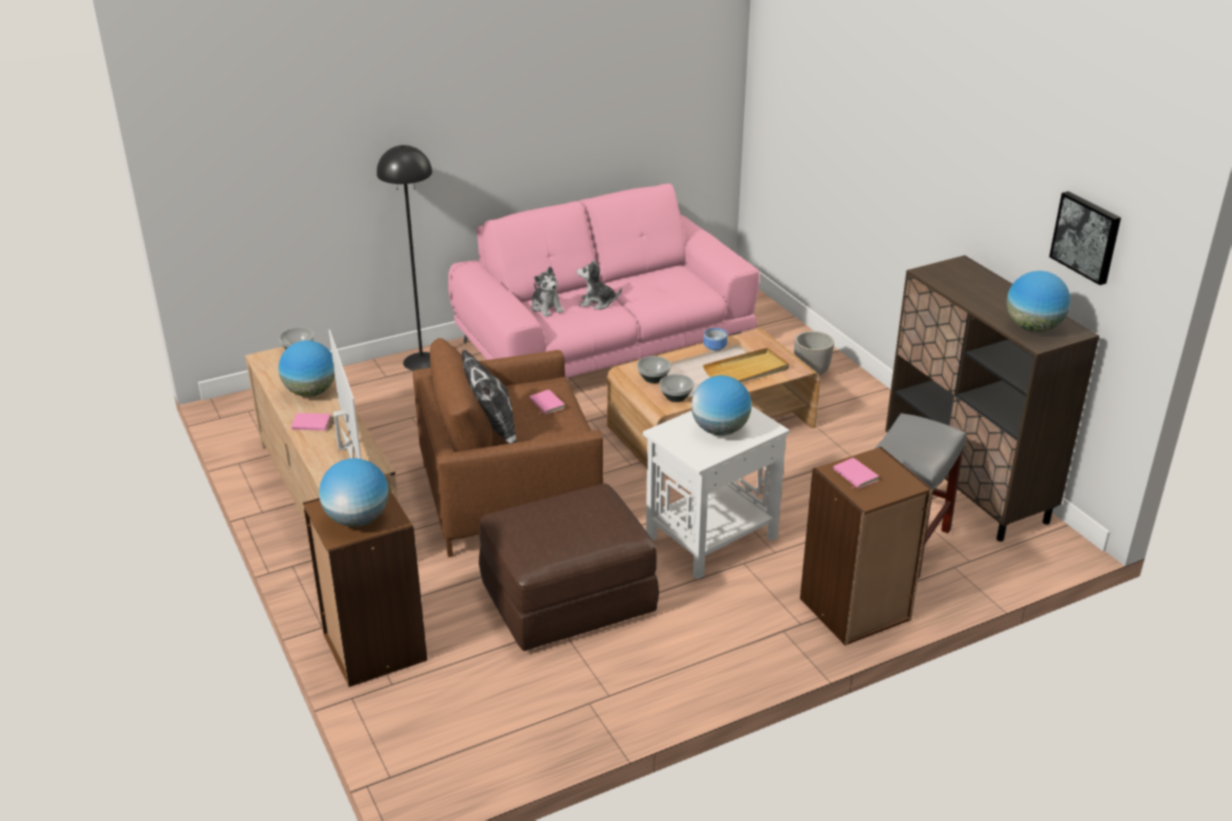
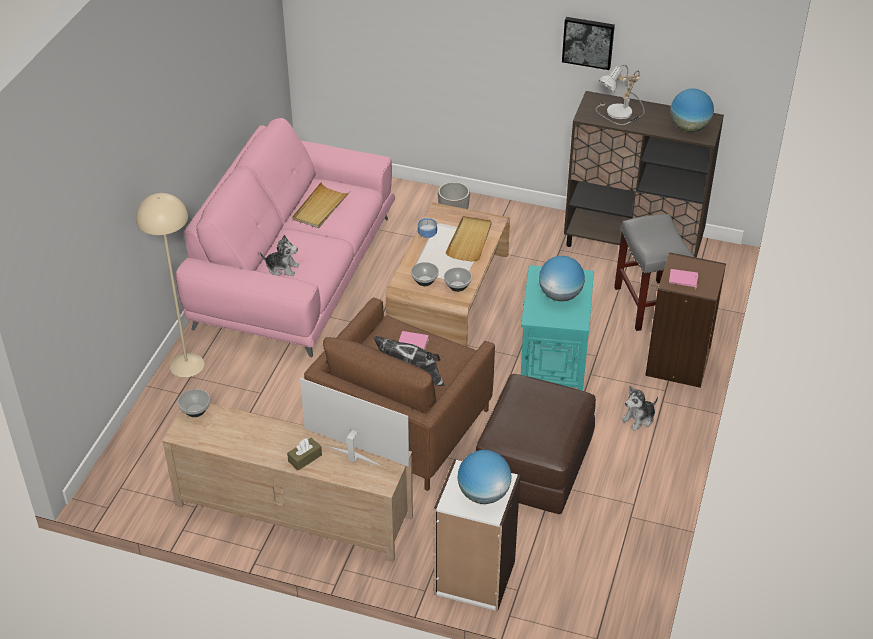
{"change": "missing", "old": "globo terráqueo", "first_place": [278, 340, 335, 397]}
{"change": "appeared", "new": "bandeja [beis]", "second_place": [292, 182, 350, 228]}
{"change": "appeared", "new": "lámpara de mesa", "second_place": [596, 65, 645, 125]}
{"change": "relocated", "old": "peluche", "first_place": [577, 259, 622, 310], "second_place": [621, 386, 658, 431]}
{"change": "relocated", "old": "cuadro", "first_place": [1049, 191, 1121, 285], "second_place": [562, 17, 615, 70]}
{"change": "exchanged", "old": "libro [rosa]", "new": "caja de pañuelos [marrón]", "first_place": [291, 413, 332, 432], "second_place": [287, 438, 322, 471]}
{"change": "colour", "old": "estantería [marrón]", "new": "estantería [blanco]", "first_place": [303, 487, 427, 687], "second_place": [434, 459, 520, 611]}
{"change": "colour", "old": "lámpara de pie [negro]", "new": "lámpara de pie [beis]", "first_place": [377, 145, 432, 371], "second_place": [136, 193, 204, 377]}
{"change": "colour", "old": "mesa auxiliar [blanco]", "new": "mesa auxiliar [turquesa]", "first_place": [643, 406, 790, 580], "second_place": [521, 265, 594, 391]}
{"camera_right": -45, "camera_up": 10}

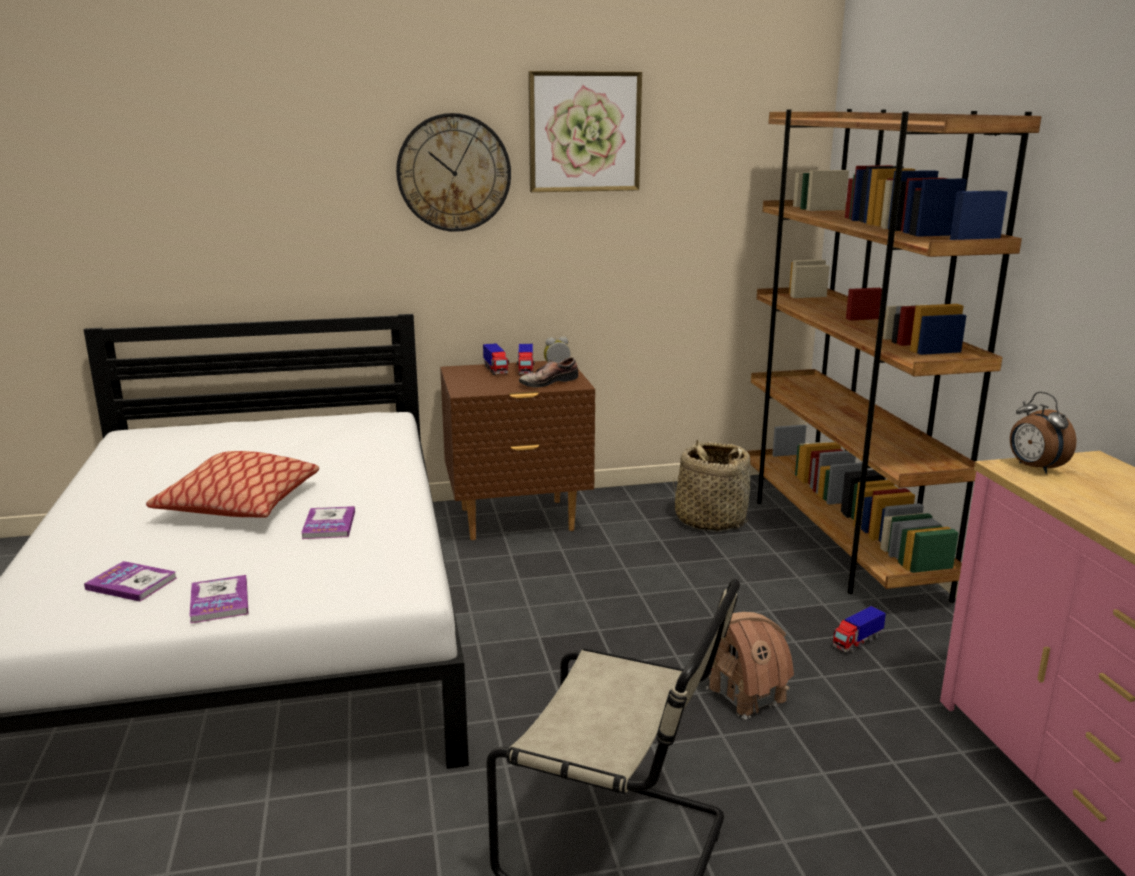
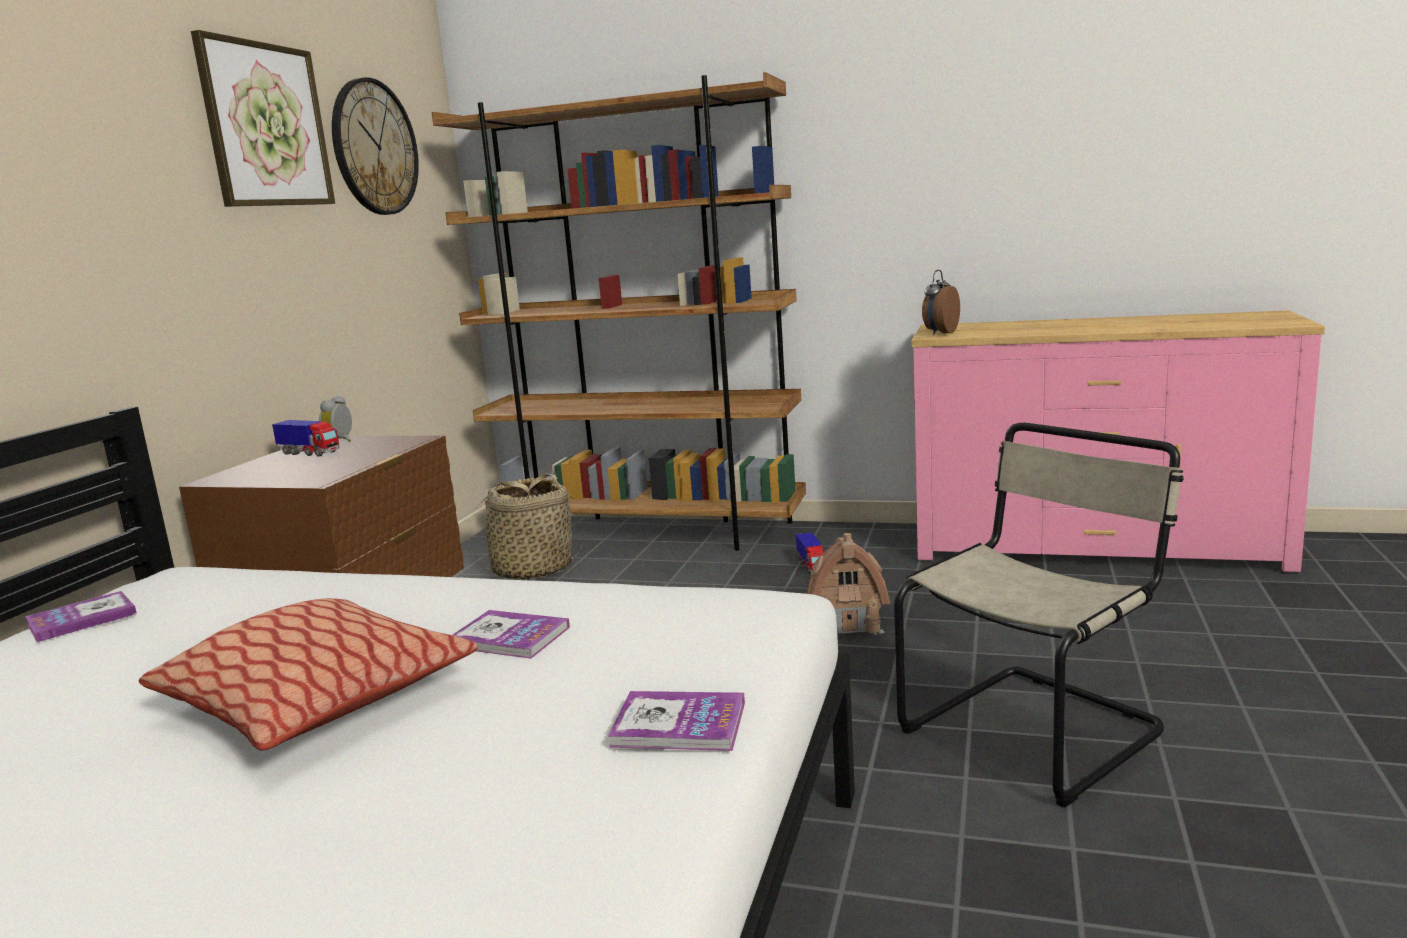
{"change": "missing", "old": "camión de juguete", "first_place": [483, 343, 509, 375]}
{"change": "missing", "old": "zapato", "first_place": [519, 357, 578, 388]}
{"change": "relocated", "old": "libro", "first_place": [84, 561, 177, 602], "second_place": [25, 591, 137, 642]}
{"change": "relocated", "old": "reloj de pared", "first_place": [396, 113, 511, 232], "second_place": [332, 77, 419, 215]}
{"change": "spun", "old": "despertador", "first_place": [1010, 391, 1077, 474], "second_place": [922, 270, 960, 335], "degrees": 120}
{"camera_right": -60, "camera_up": -5}

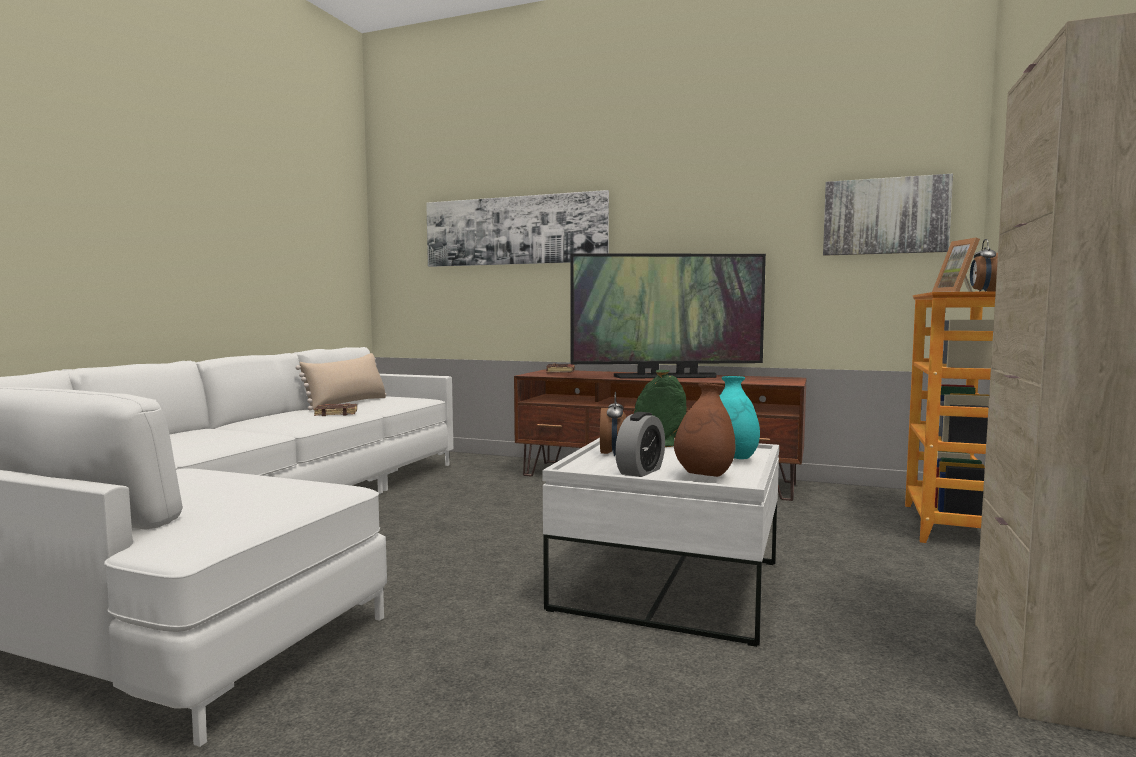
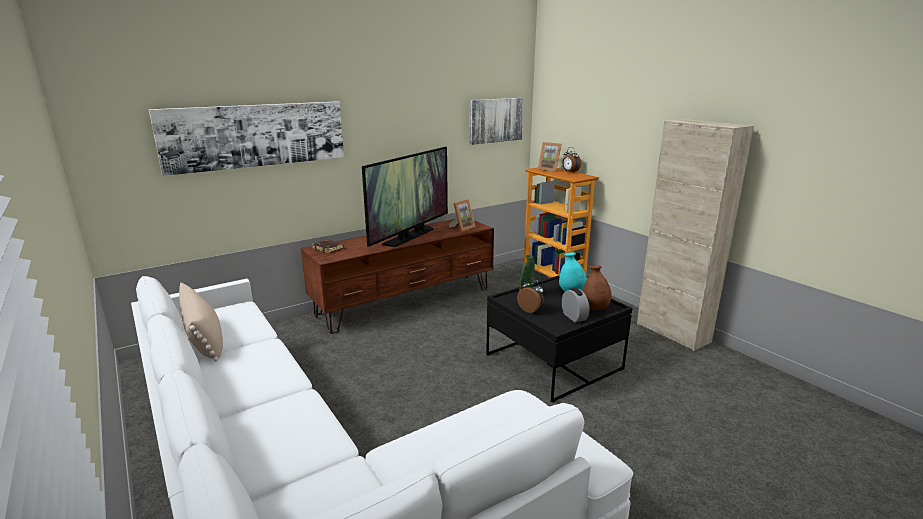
{"change": "missing", "old": "libro [marrón]", "first_place": [314, 403, 357, 416]}
{"change": "appeared", "new": "portarretratos", "second_place": [449, 199, 475, 232]}
{"change": "colour", "old": "mesa de centro [blanco]", "new": "mesa de centro [negro]", "first_place": [542, 438, 779, 647], "second_place": [486, 275, 632, 403]}
{"camera_right": -55, "camera_up": 15}

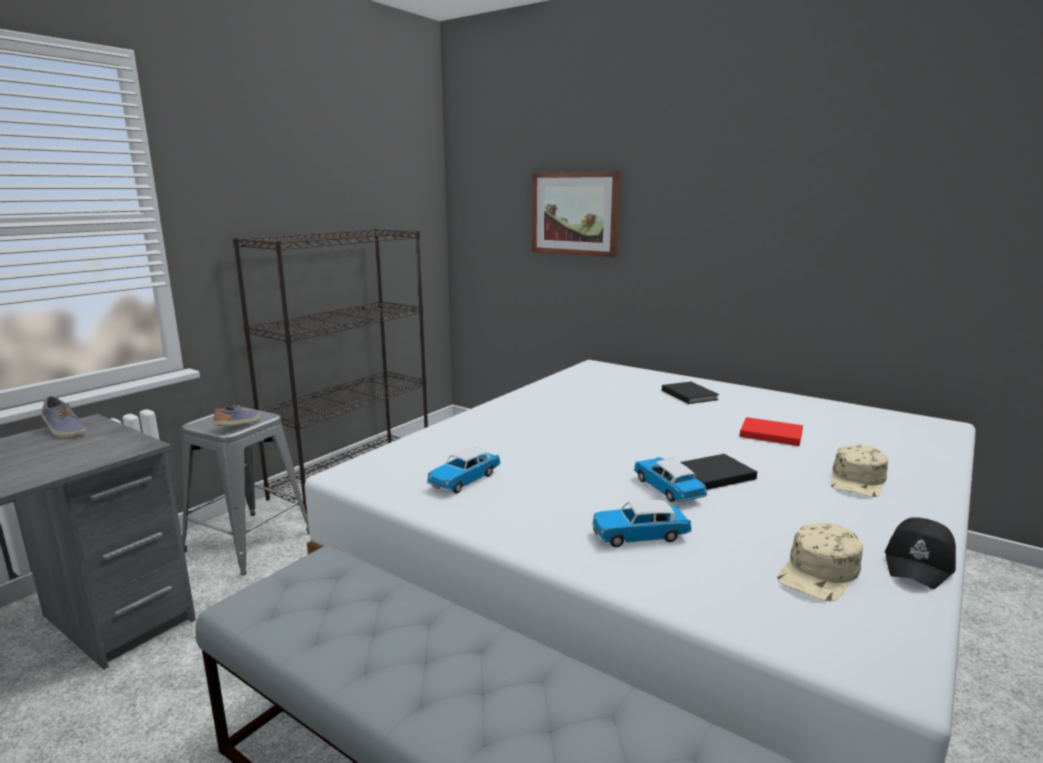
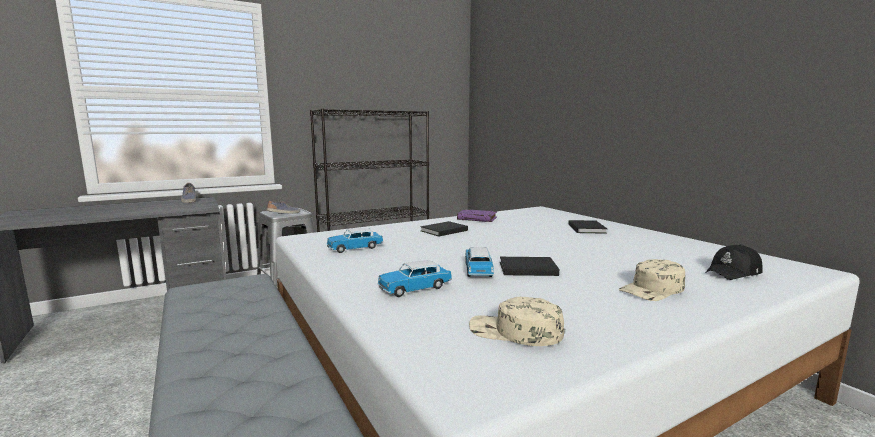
{"change": "missing", "old": "cuadro", "first_place": [532, 171, 621, 257]}
{"change": "missing", "old": "libro [rojo]", "first_place": [739, 417, 803, 446]}
{"change": "appeared", "new": "libro [negro]", "second_place": [420, 221, 468, 237]}
{"change": "appeared", "new": "libro [morado]", "second_place": [457, 209, 497, 222]}
{"change": "relocated", "old": "gorra [negro]", "first_place": [885, 517, 956, 589], "second_place": [706, 244, 763, 280]}
{"change": "spun", "old": "coche de juguete", "first_place": [592, 500, 692, 547], "second_place": [377, 261, 452, 297], "degrees": -45}
{"change": "spun", "old": "gorra [beis]", "first_place": [777, 523, 863, 601], "second_place": [469, 297, 564, 346], "degrees": 45}
{"camera_right": 25, "camera_up": -5}

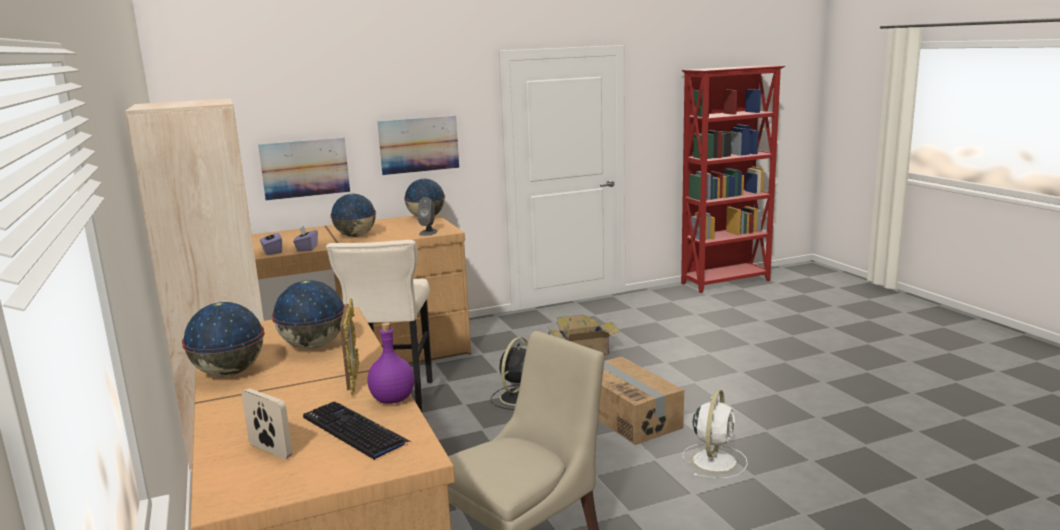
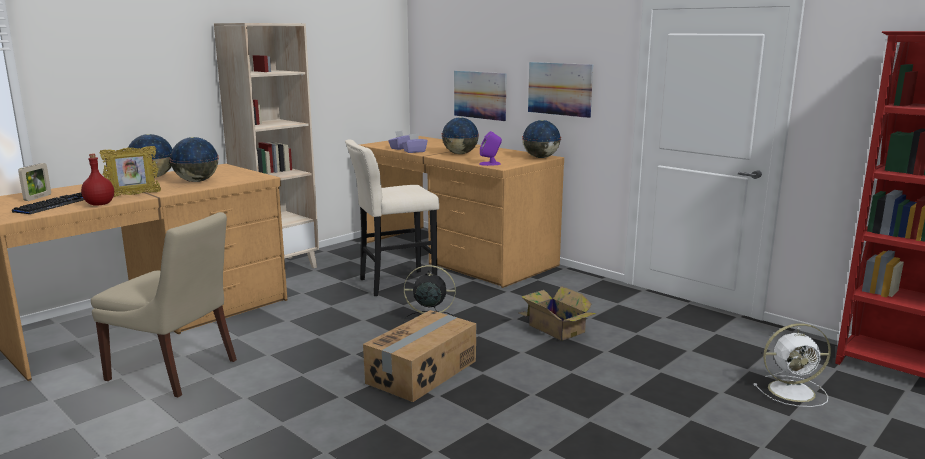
{"change": "relocated", "old": "ventilador [blanco]", "first_place": [683, 390, 748, 478], "second_place": [753, 323, 831, 407]}
{"change": "colour", "old": "botella [morado]", "new": "botella [rojo]", "first_place": [368, 323, 415, 404], "second_place": [81, 154, 114, 205]}
{"change": "colour", "old": "altavoz [gris]", "new": "altavoz [morado]", "first_place": [418, 198, 438, 236], "second_place": [479, 131, 502, 166]}
{"camera_right": 65, "camera_up": 0}

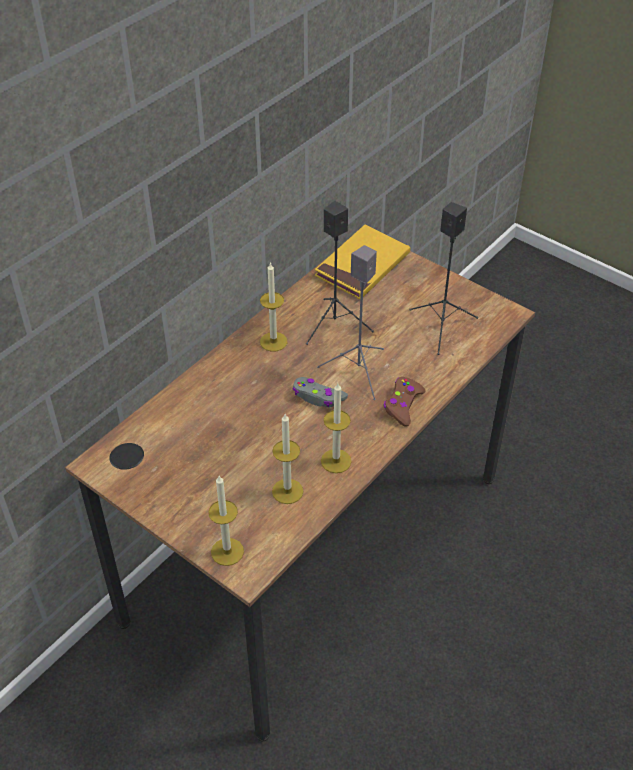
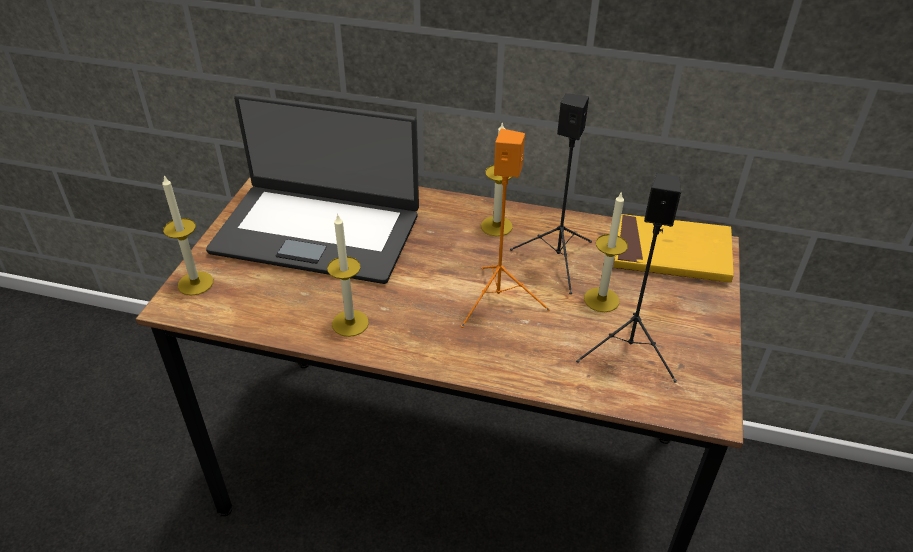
{"change": "missing", "old": "mando de consola [gris]", "first_place": [293, 377, 348, 407]}
{"change": "missing", "old": "mando de consola [marrón]", "first_place": [384, 377, 426, 427]}
{"change": "appeared", "new": "portátil", "second_place": [206, 93, 419, 284]}
{"change": "relocated", "old": "vela", "first_place": [272, 414, 303, 504], "second_place": [584, 191, 628, 312]}
{"change": "colour", "old": "altavoz [gris]", "new": "altavoz [naranja]", "first_place": [317, 245, 384, 400], "second_place": [461, 128, 550, 328]}
{"camera_right": 65, "camera_up": -5}

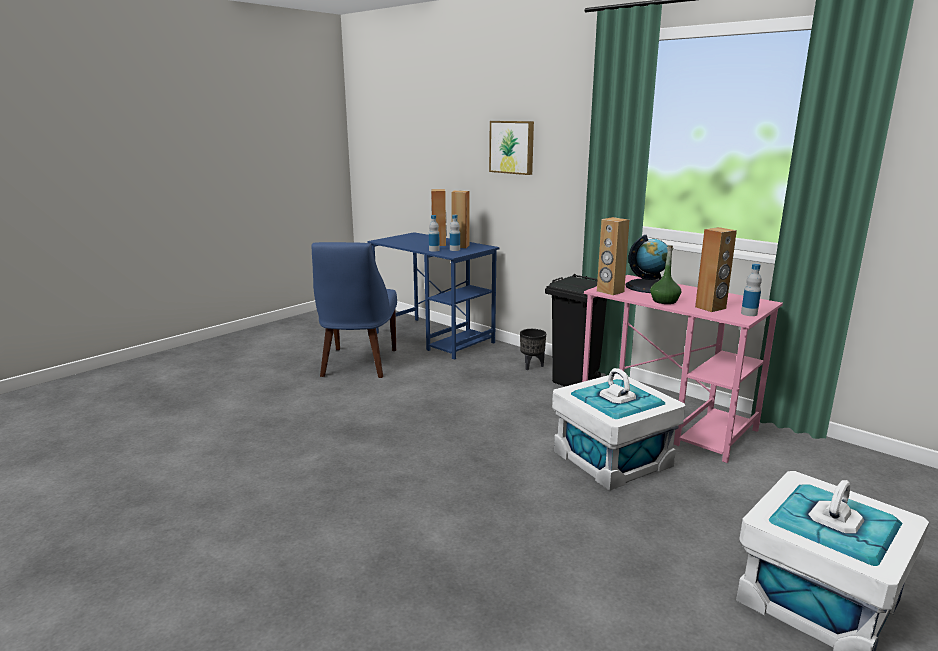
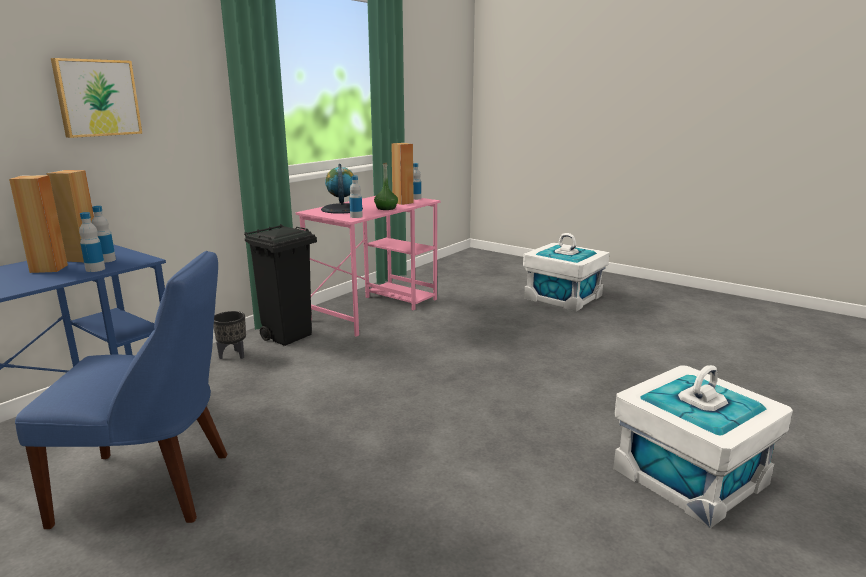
{"change": "relocated", "old": "caja de almacenaje [blanco]", "first_place": [552, 368, 685, 491], "second_place": [613, 365, 793, 528]}
{"change": "exchanged", "old": "altavoz [marrón]", "new": "botella", "first_place": [597, 217, 629, 295], "second_place": [349, 176, 363, 218]}
{"camera_right": -95, "camera_up": 0}

